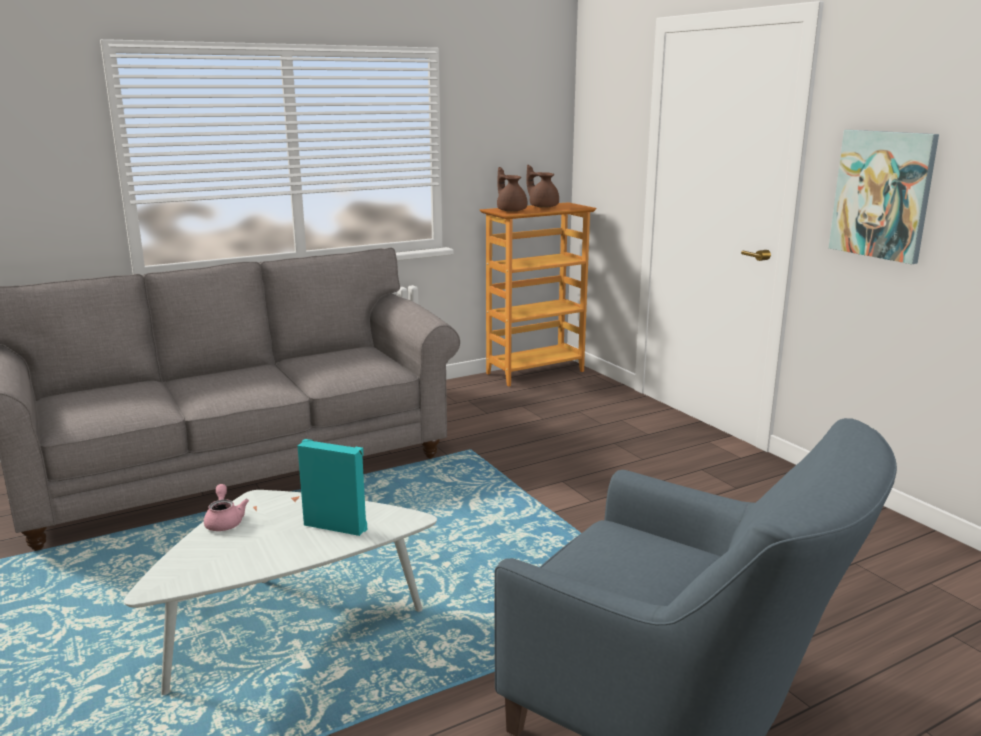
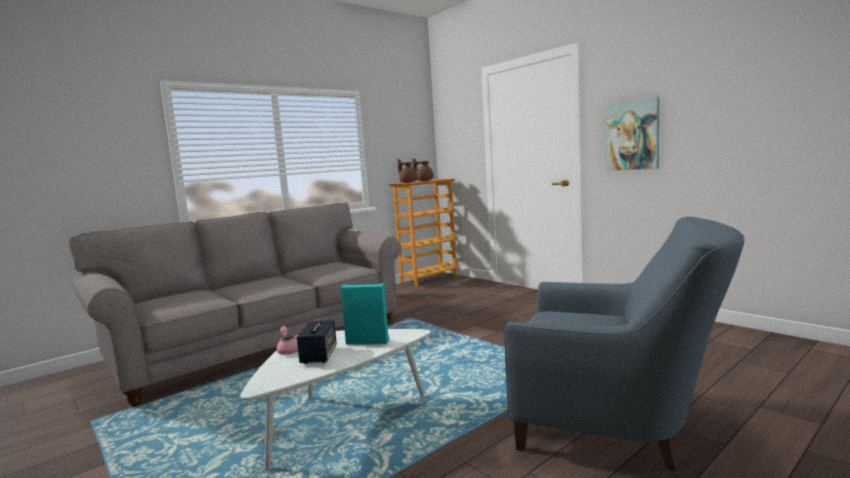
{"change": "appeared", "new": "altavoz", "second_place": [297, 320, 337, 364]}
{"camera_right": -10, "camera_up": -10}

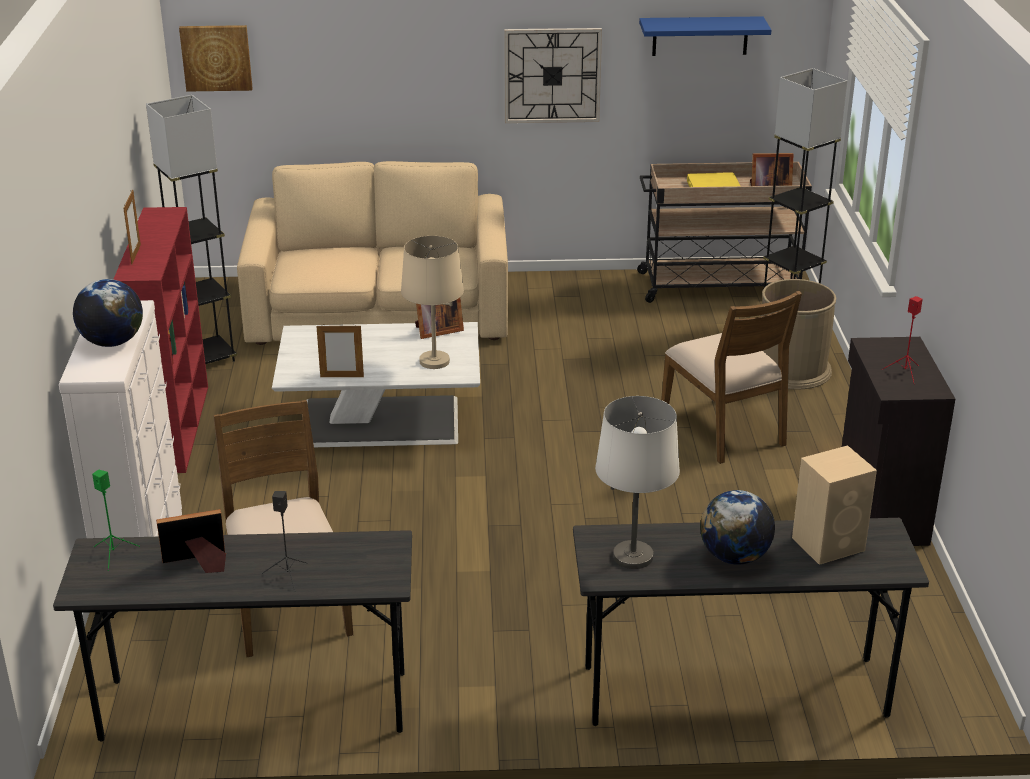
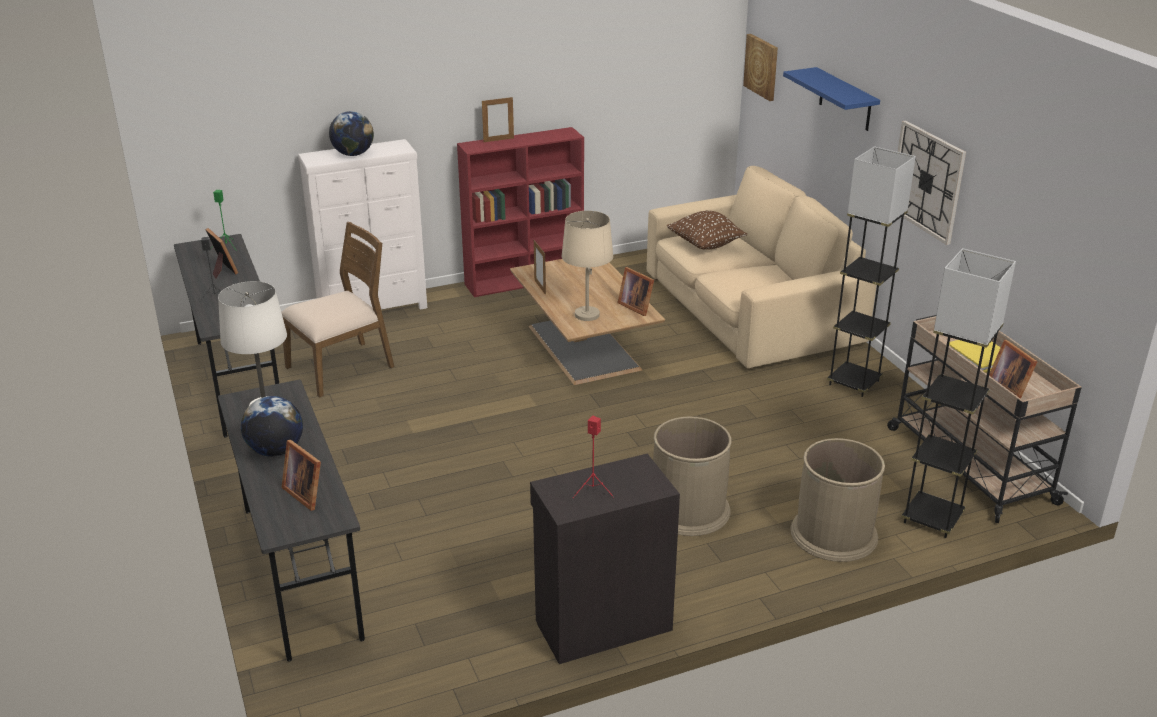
{"change": "appeared", "new": "cojín [marrón]", "second_place": [667, 211, 747, 250]}
{"change": "relocated", "old": "lámpara de pie [gris]", "first_place": [146, 95, 237, 364], "second_place": [827, 146, 916, 397]}
{"change": "relocated", "old": "estante [azul]", "first_place": [639, 16, 771, 56], "second_place": [783, 67, 880, 131]}
{"change": "exchanged", "old": "silla [marrón]", "new": "papelera [marrón]", "first_place": [661, 291, 802, 464], "second_place": [653, 417, 731, 536]}
{"change": "exchanged", "old": "altavoz [beis]", "new": "portarretratos", "first_place": [792, 445, 877, 565], "second_place": [282, 440, 321, 511]}
{"change": "colour", "old": "mesa de centro [blanco]", "new": "mesa de centro [marrón]", "first_place": [272, 322, 480, 447], "second_place": [510, 259, 665, 385]}
{"camera_right": 70, "camera_up": 0}

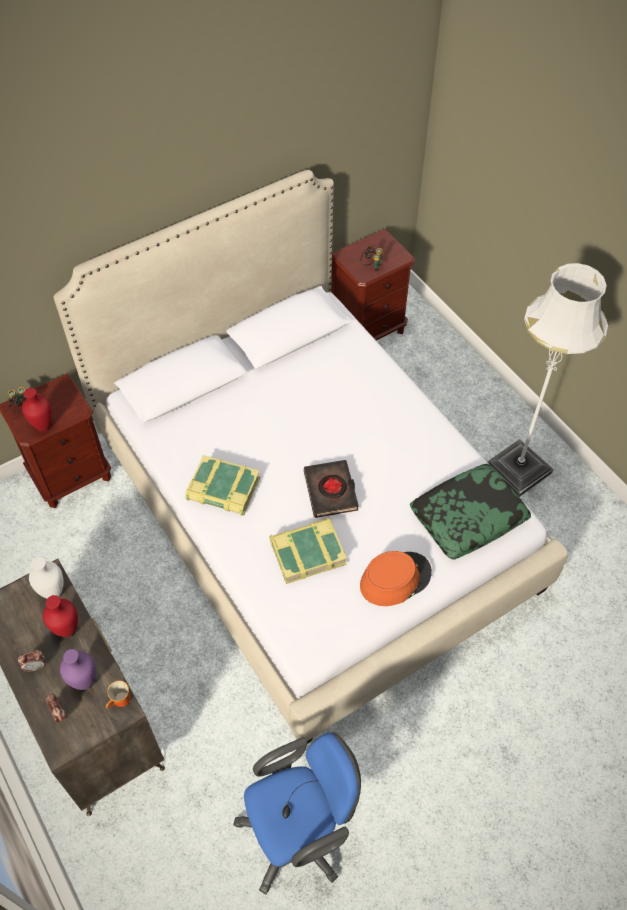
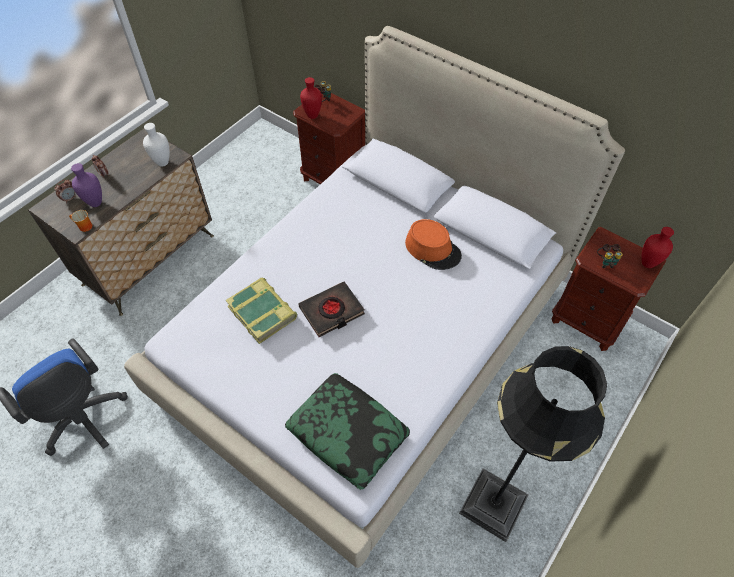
{"change": "missing", "old": "libro", "first_place": [185, 455, 260, 516]}
{"change": "relocated", "old": "florero [rojo]", "first_place": [43, 595, 78, 637], "second_place": [642, 227, 674, 268]}
{"change": "relocated", "old": "sombrero [naranja]", "first_place": [360, 551, 432, 606], "second_place": [405, 219, 462, 270]}
{"change": "colour", "old": "lámpara de pie [blanco]", "new": "lámpara de pie [negro]", "first_place": [487, 263, 608, 497], "second_place": [459, 346, 607, 542]}
{"camera_right": 70, "camera_up": 0}

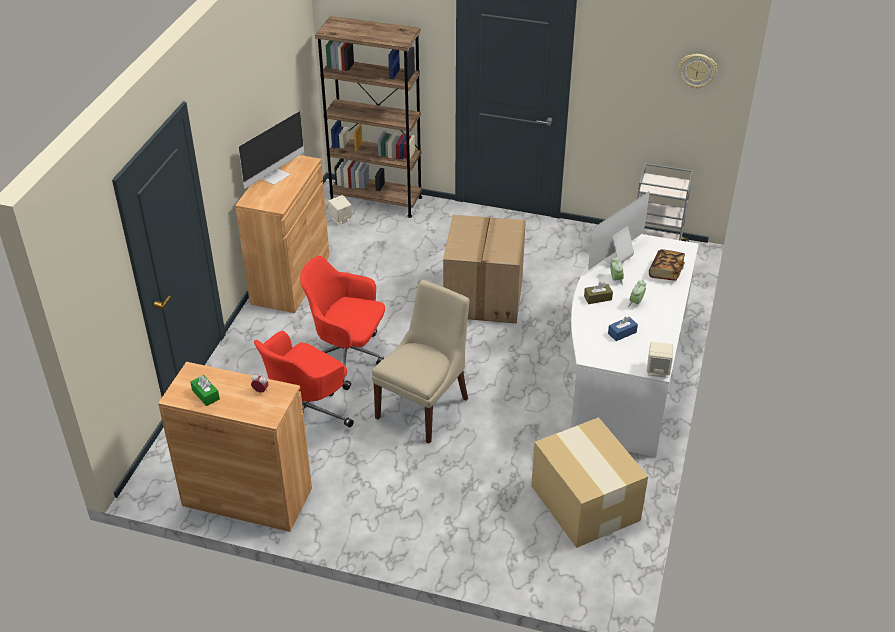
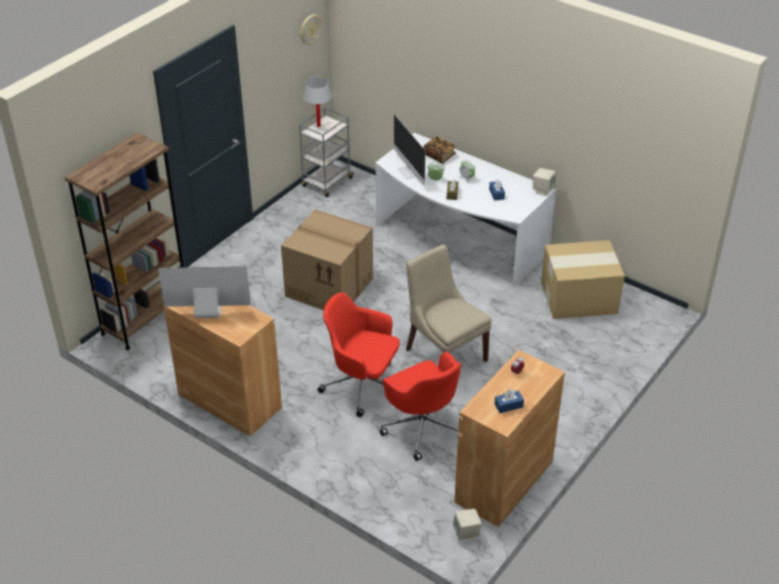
{"change": "appeared", "new": "lámpara de mesa [blanco]", "second_place": [303, 77, 332, 127]}
{"change": "relocated", "old": "altavoz [beis]", "first_place": [328, 195, 352, 224], "second_place": [453, 509, 482, 542]}
{"change": "colour", "old": "caja de pañuelos [verde]", "new": "caja de pañuelos [azul]", "first_place": [190, 375, 220, 406], "second_place": [495, 389, 524, 413]}
{"change": "spun", "old": "monitor", "first_place": [238, 111, 304, 189], "second_place": [158, 266, 251, 318], "degrees": -60}
{"change": "spun", "old": "silla de oficina [rojo]", "first_place": [300, 256, 385, 390], "second_place": [317, 293, 400, 417], "degrees": 75}
{"camera_right": -70, "camera_up": 0}

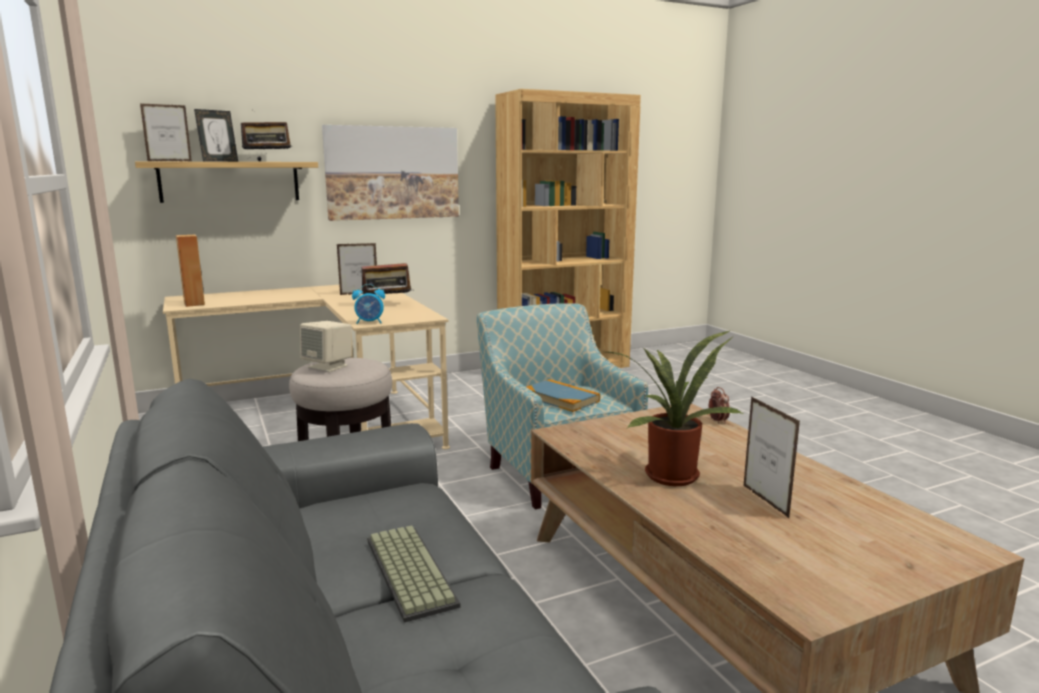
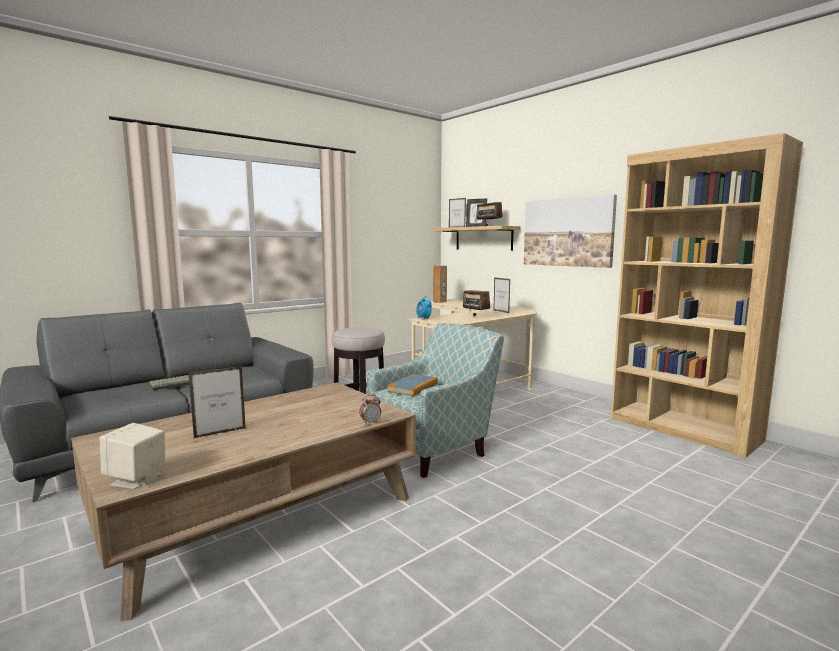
{"change": "missing", "old": "planta en maceta", "first_place": [606, 330, 745, 486]}
{"change": "relocated", "old": "altavoz [beis]", "first_place": [300, 321, 352, 372], "second_place": [99, 423, 165, 489]}
{"camera_right": 75, "camera_up": -5}

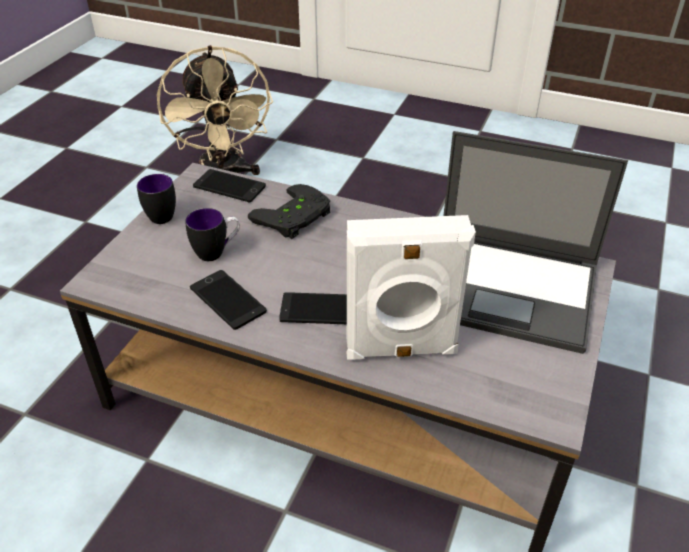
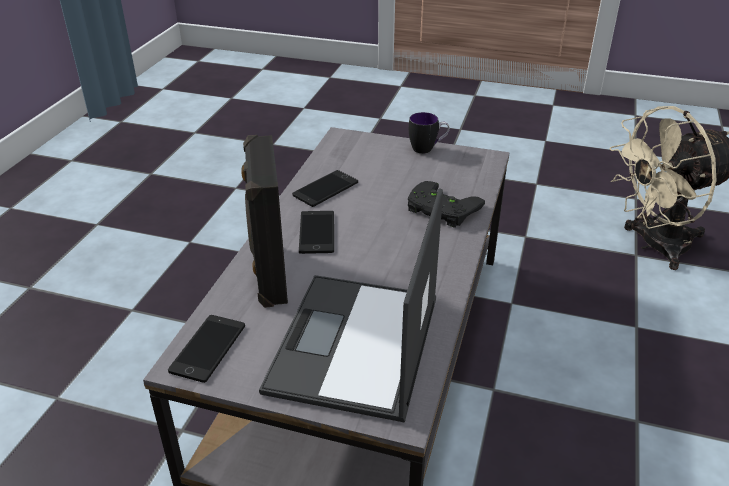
{"change": "missing", "old": "taza grande", "first_place": [185, 208, 240, 261]}
{"change": "relocated", "old": "móvil", "first_place": [193, 169, 266, 203], "second_place": [168, 315, 245, 383]}
{"change": "colour", "old": "altavoz [blanco]", "new": "altavoz [negro]", "first_place": [346, 215, 476, 359], "second_place": [241, 135, 288, 308]}
{"camera_right": 85, "camera_up": -5}

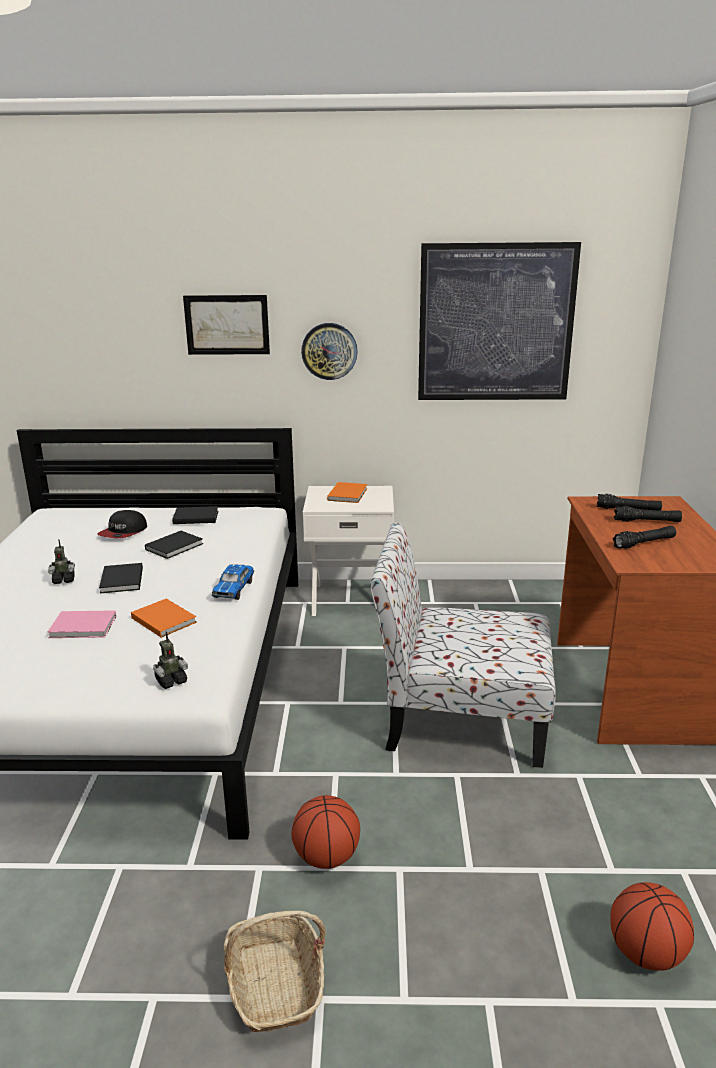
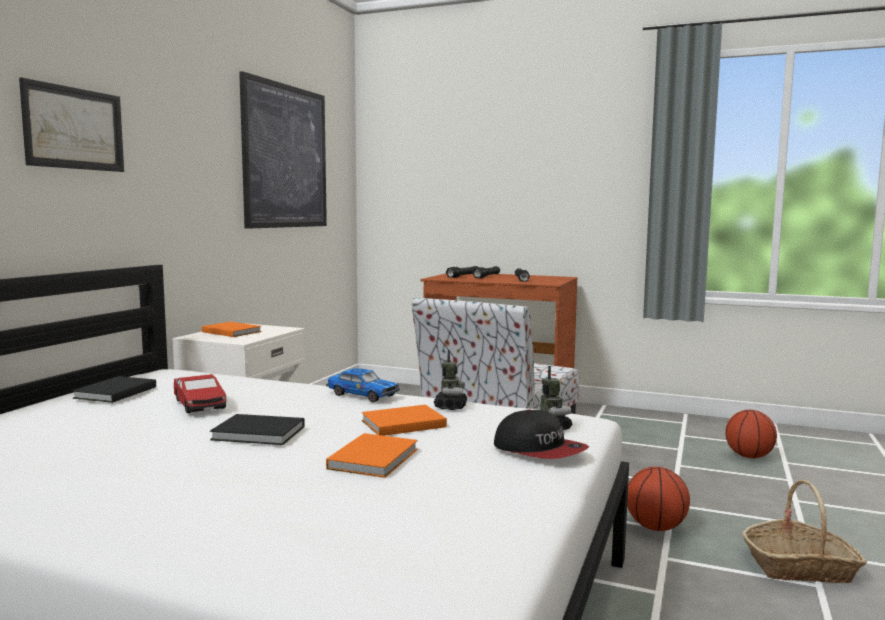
{"change": "missing", "old": "reloj de pared", "first_place": [301, 323, 358, 380]}
{"change": "relocated", "old": "robot de juguete", "first_place": [48, 539, 75, 584], "second_place": [434, 350, 467, 410]}
{"change": "relocated", "old": "gorra", "first_place": [97, 510, 147, 538], "second_place": [494, 409, 589, 459]}
{"change": "exchanged", "old": "libro [negro]", "new": "coche de juguete", "first_place": [145, 531, 203, 559], "second_place": [174, 374, 226, 413]}
{"change": "colour", "old": "libro [rosa]", "new": "libro [naranja]", "first_place": [47, 610, 116, 638], "second_place": [326, 433, 418, 478]}
{"camera_right": -70, "camera_up": -15}

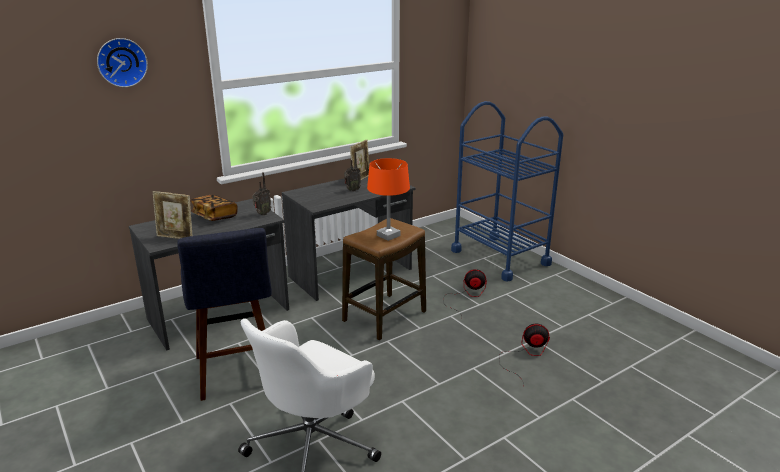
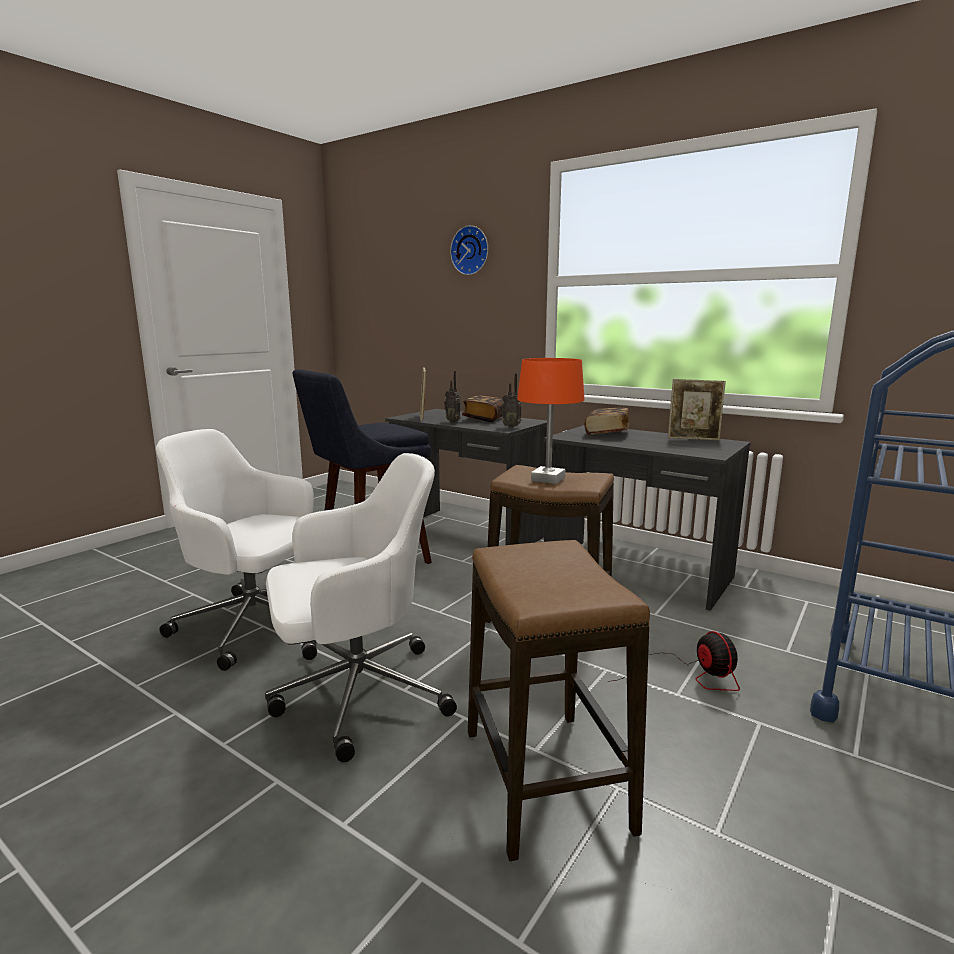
{"change": "appeared", "new": "silla de oficina [blanco]", "second_place": [265, 453, 457, 762]}
{"change": "appeared", "new": "libro", "second_place": [584, 407, 630, 435]}
{"change": "relocated", "old": "radio", "first_place": [344, 152, 361, 192], "second_place": [444, 371, 462, 423]}
{"change": "exchanged", "old": "ventilador", "new": "taburete", "first_place": [499, 324, 550, 386], "second_place": [468, 540, 650, 861]}
{"camera_right": 70, "camera_up": -10}

